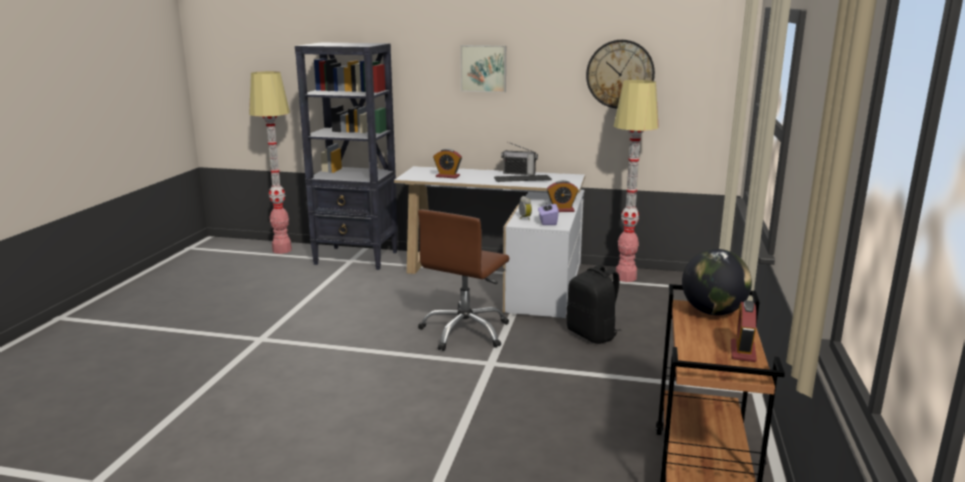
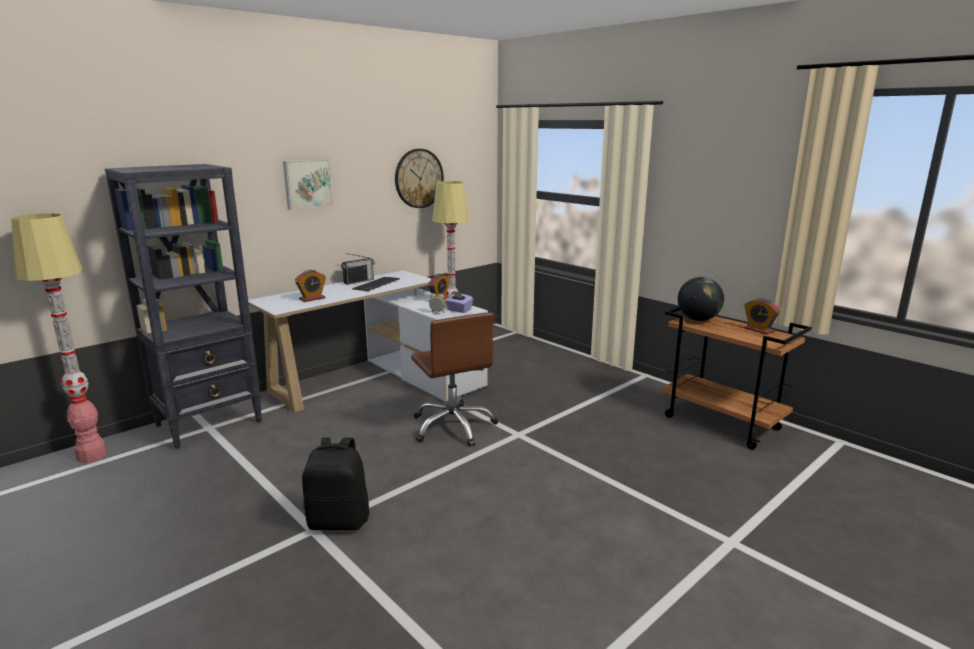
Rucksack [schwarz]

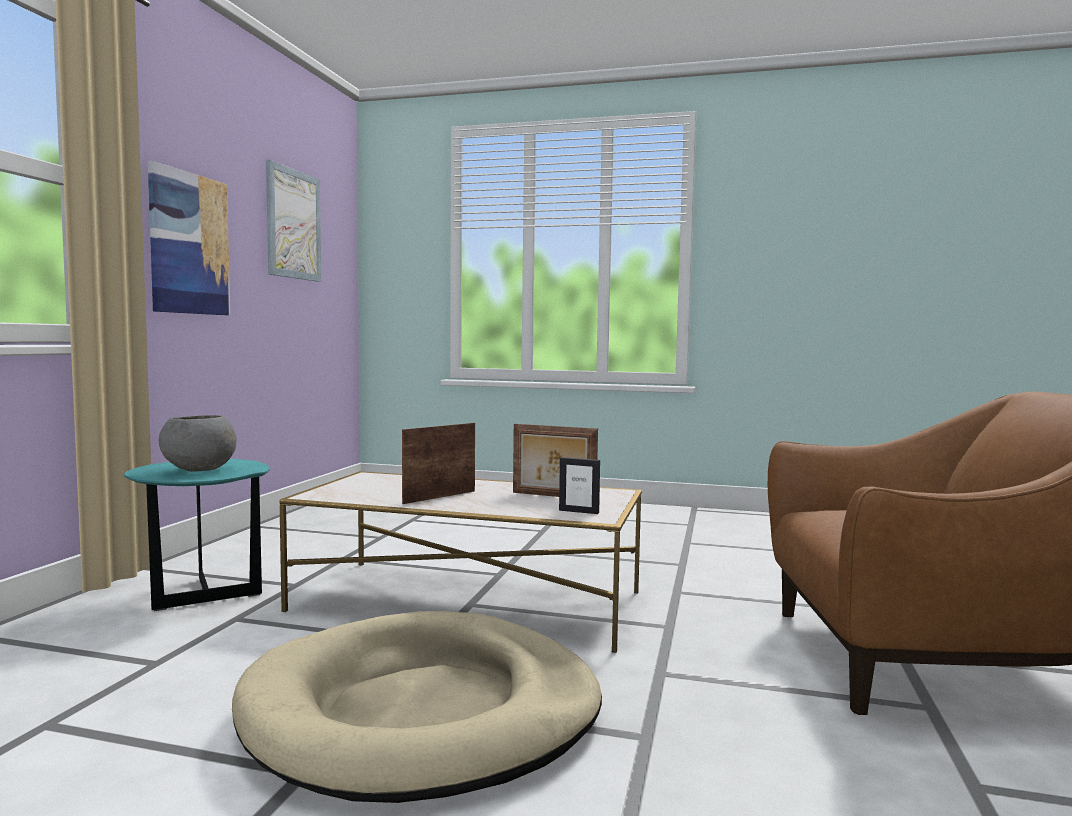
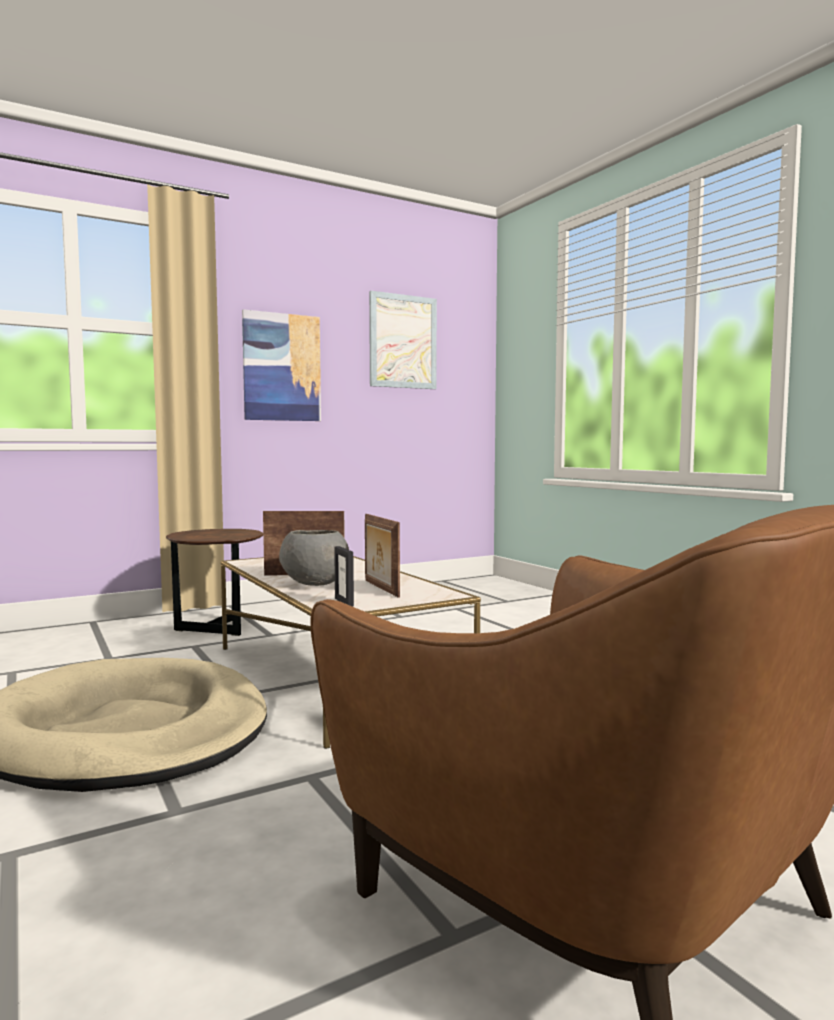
Schüssel [grau]
Beistelltisch [braun]

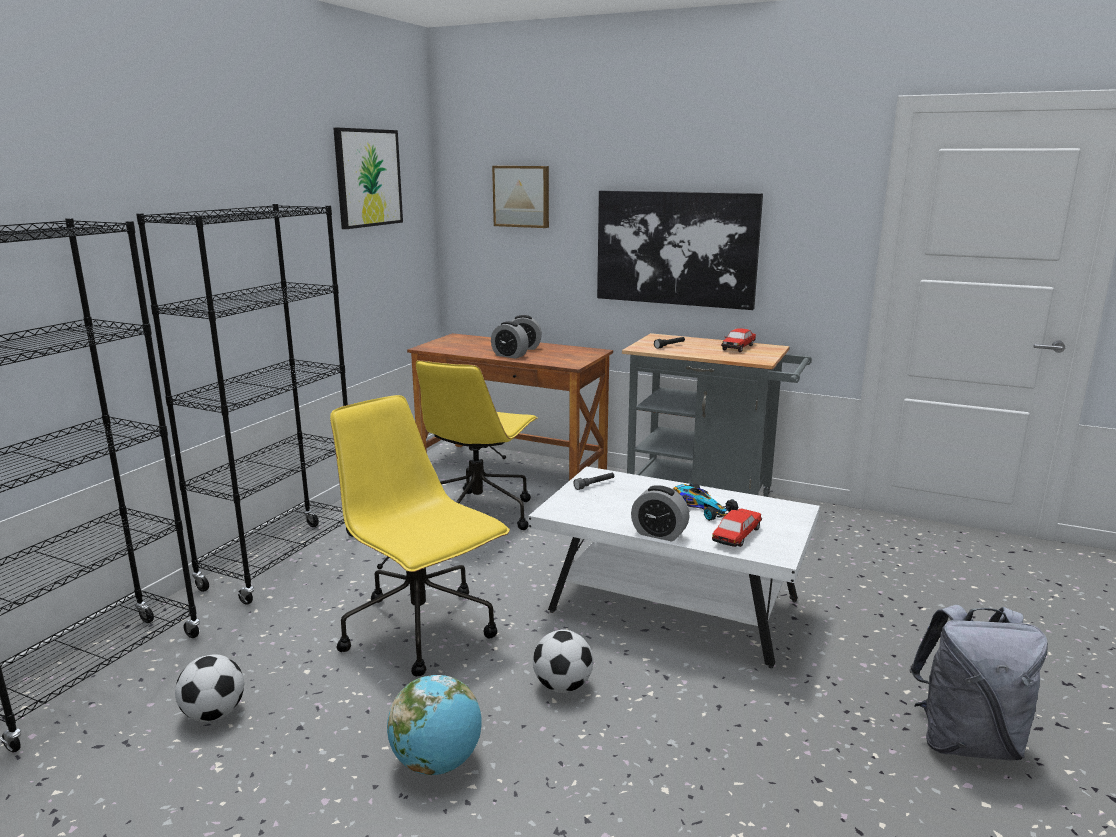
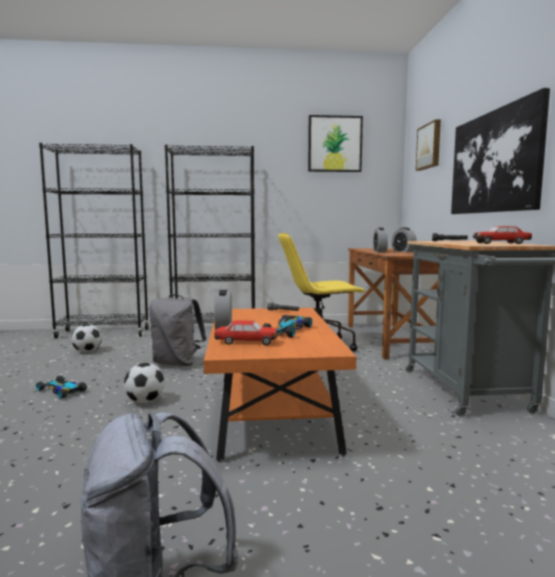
Rucksack [grau] (2nd from left)
Couchtisch [orange]
Spielzeugauto (1st from left)

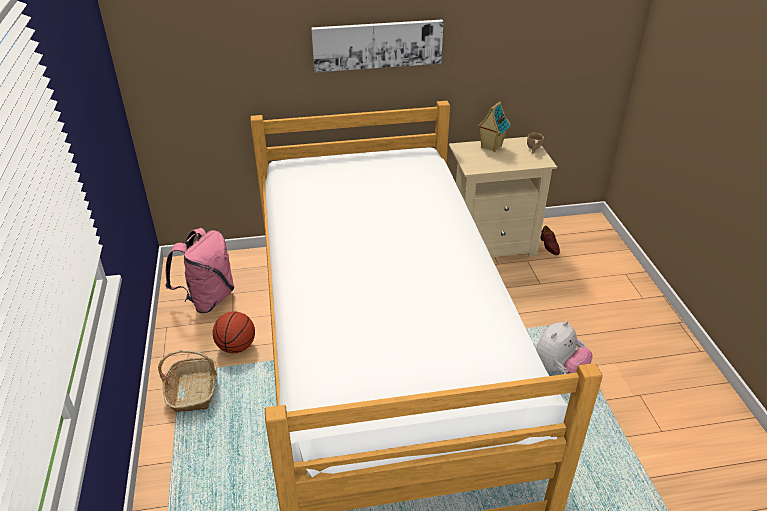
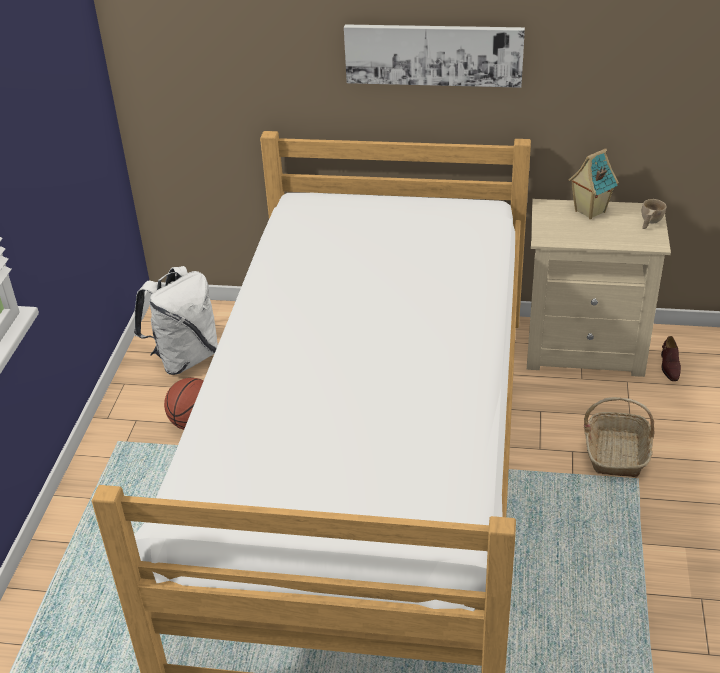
Rucksack [weiß]
Plüschtier
Korb

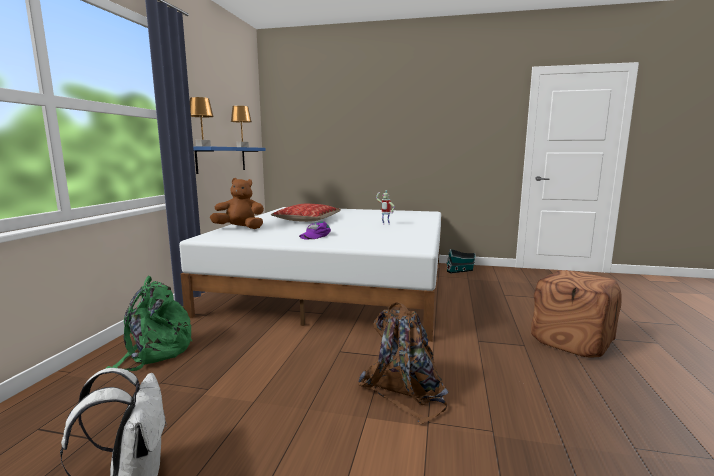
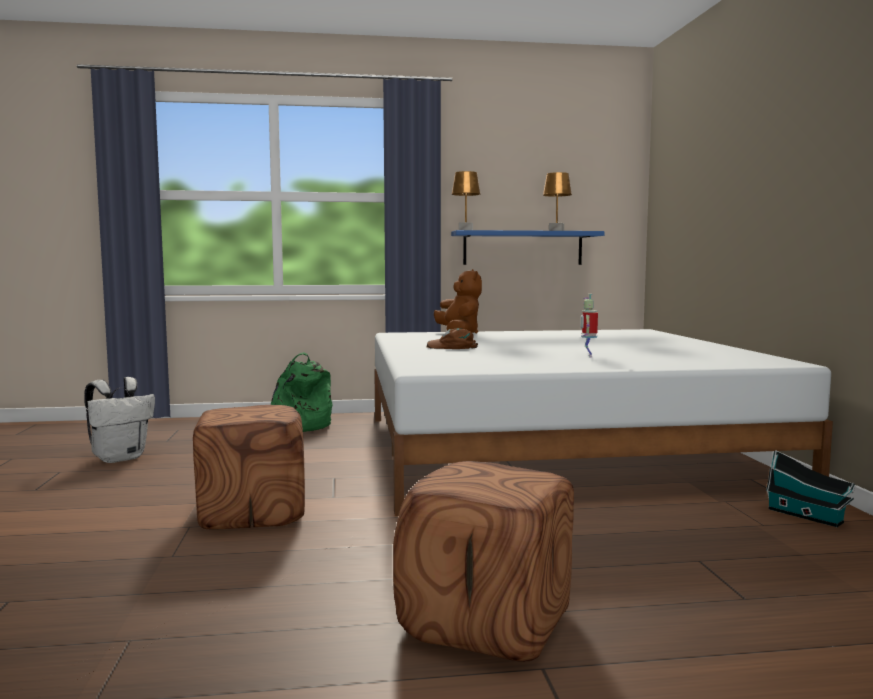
Kissen
Kappe [braun]
Polsterhocker [braun] (1st from left)

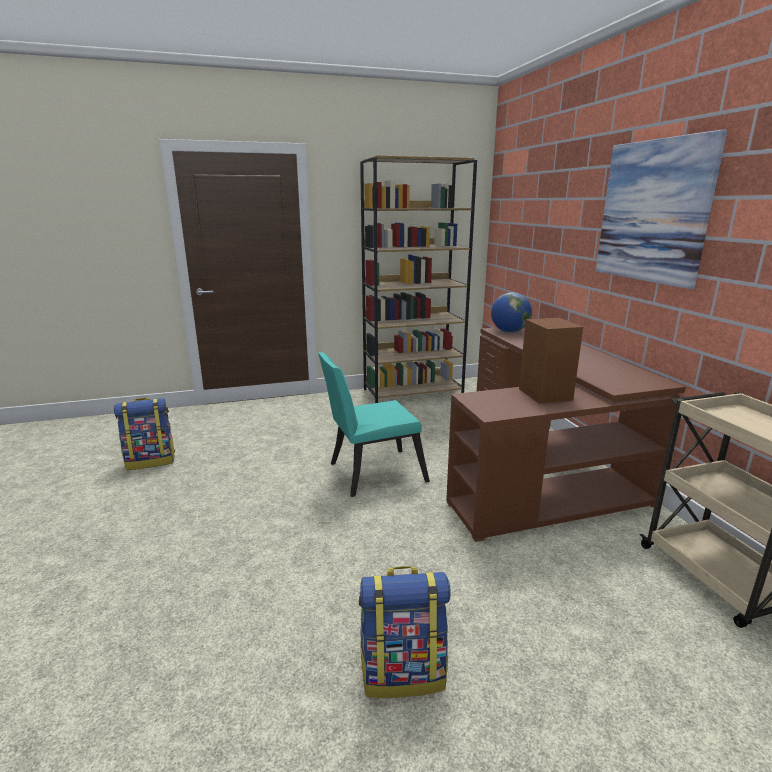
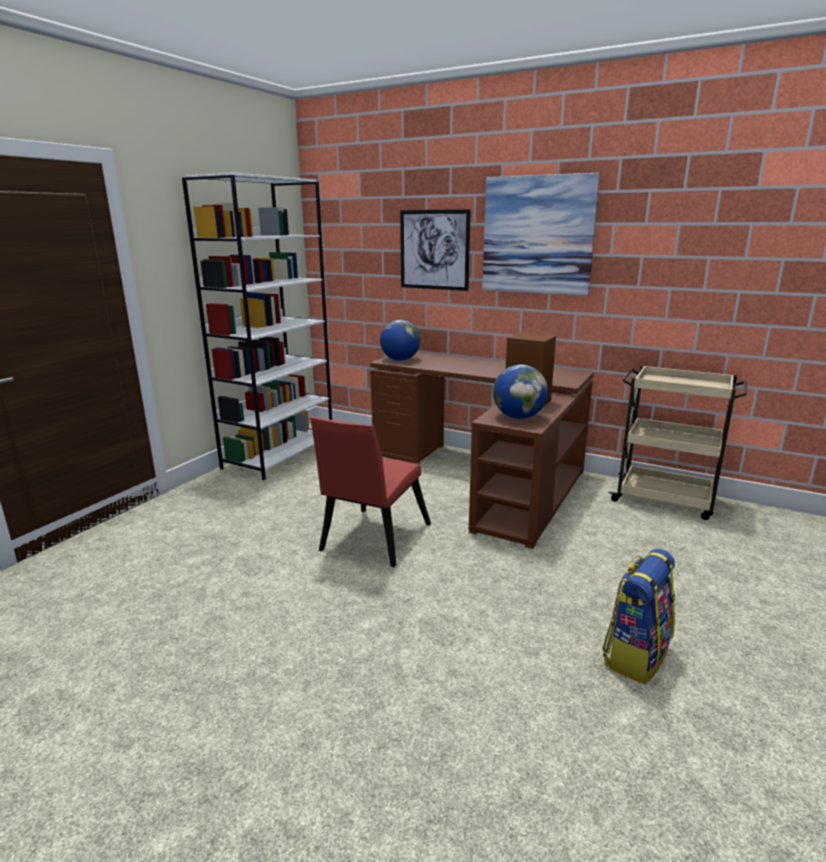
Bücherregal [weiß]
Stuhl [rot]
Rucksack (1st from left in the first image)
Bild (1st from left)
Globus (2nd from left)

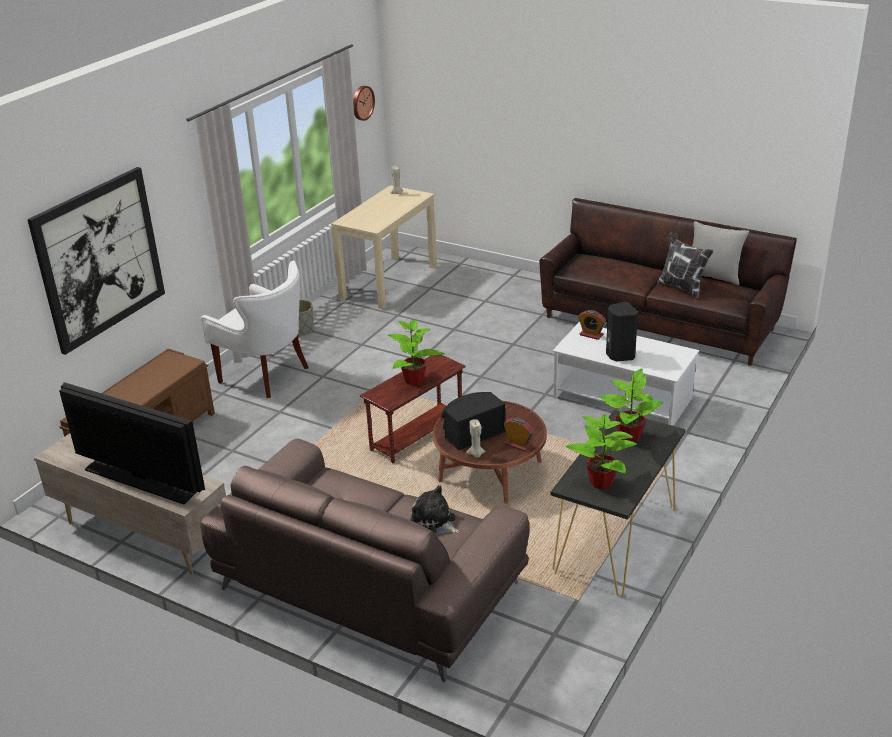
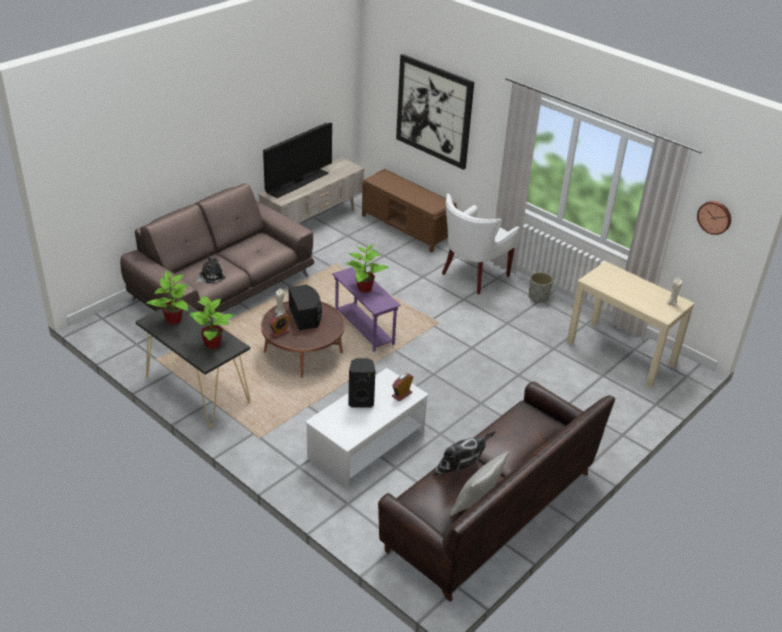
Beistelltisch [lila]

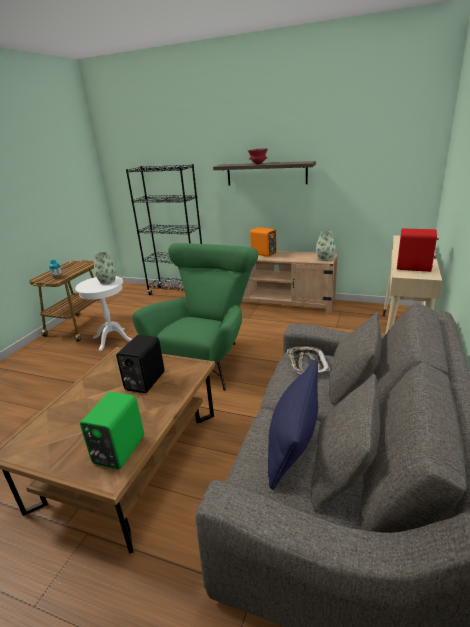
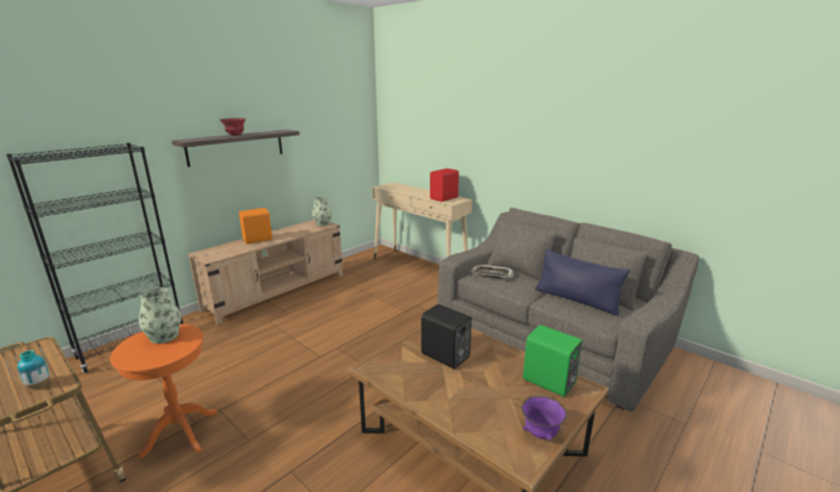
Sessel [grün]
Beistelltisch [orange]
Schüssel [lila]

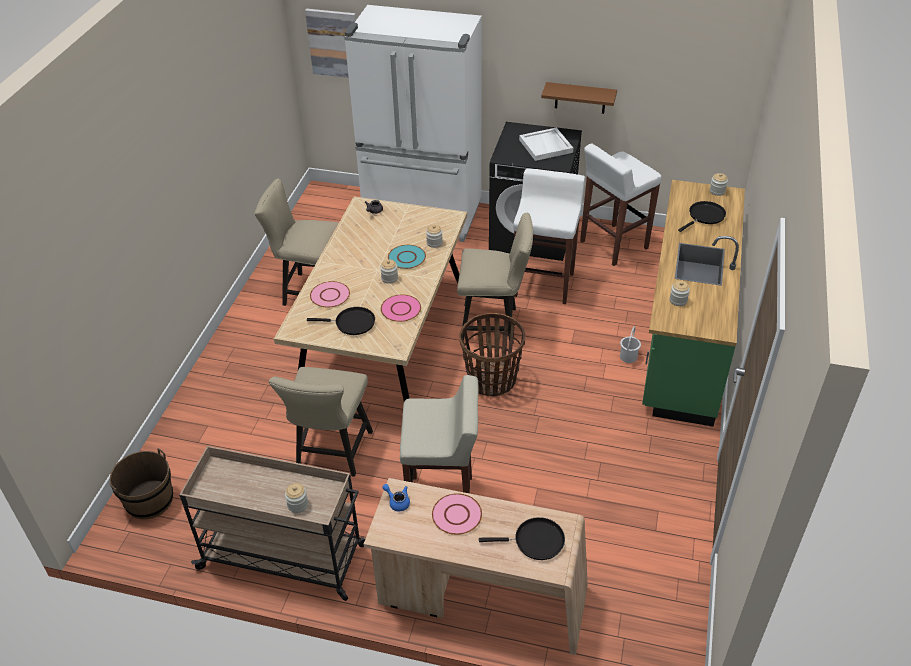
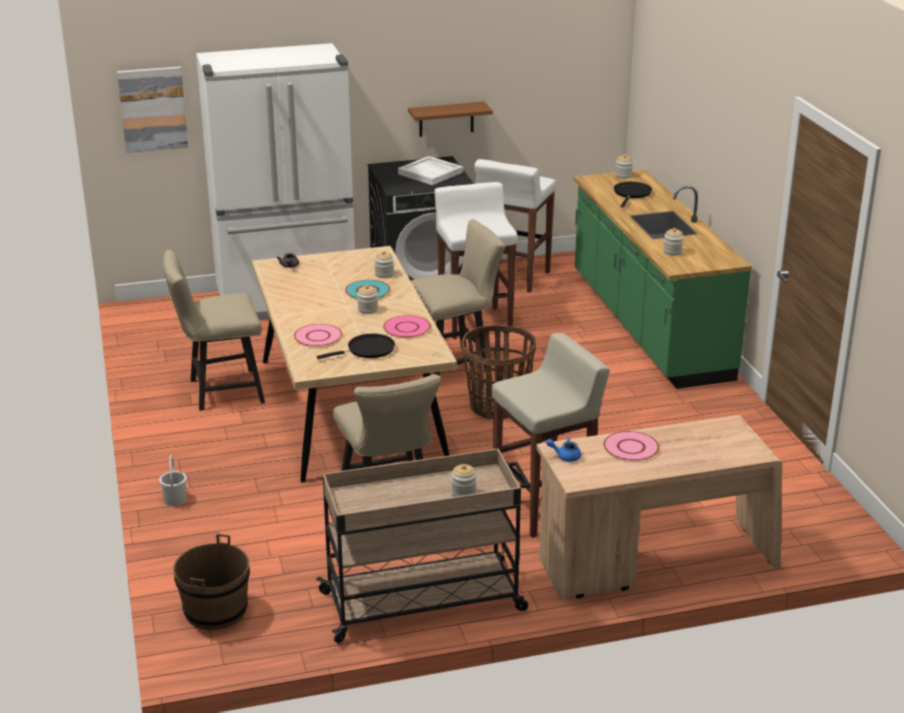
Eimer [weiß]
Pfanne [schwarz] (2nd from left in the first image)

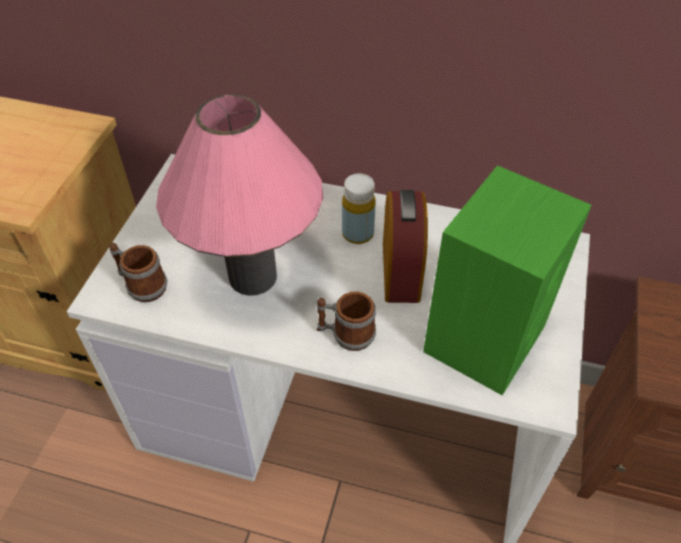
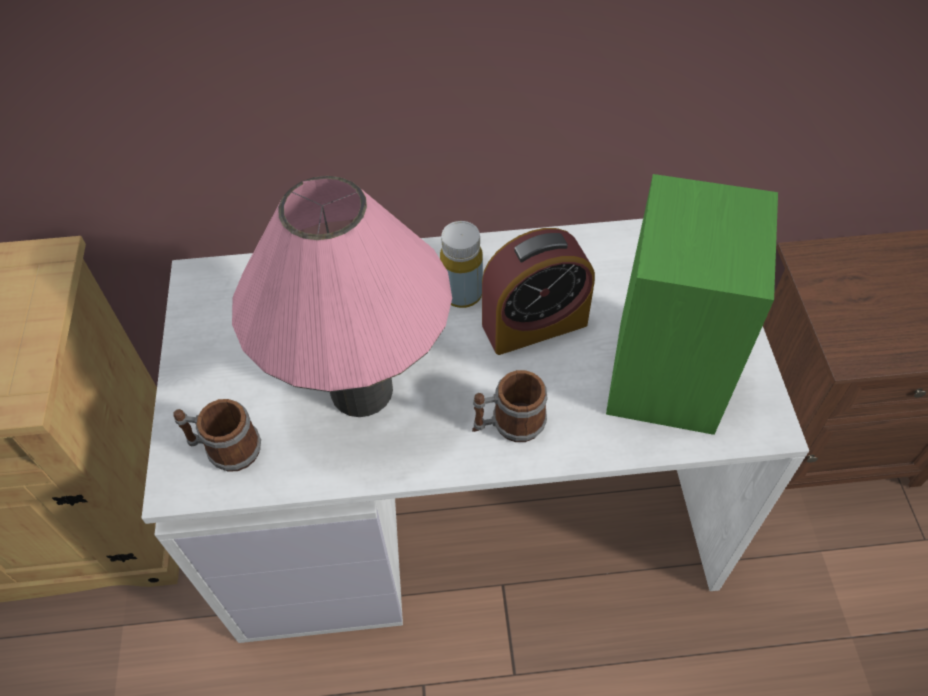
Wecker

